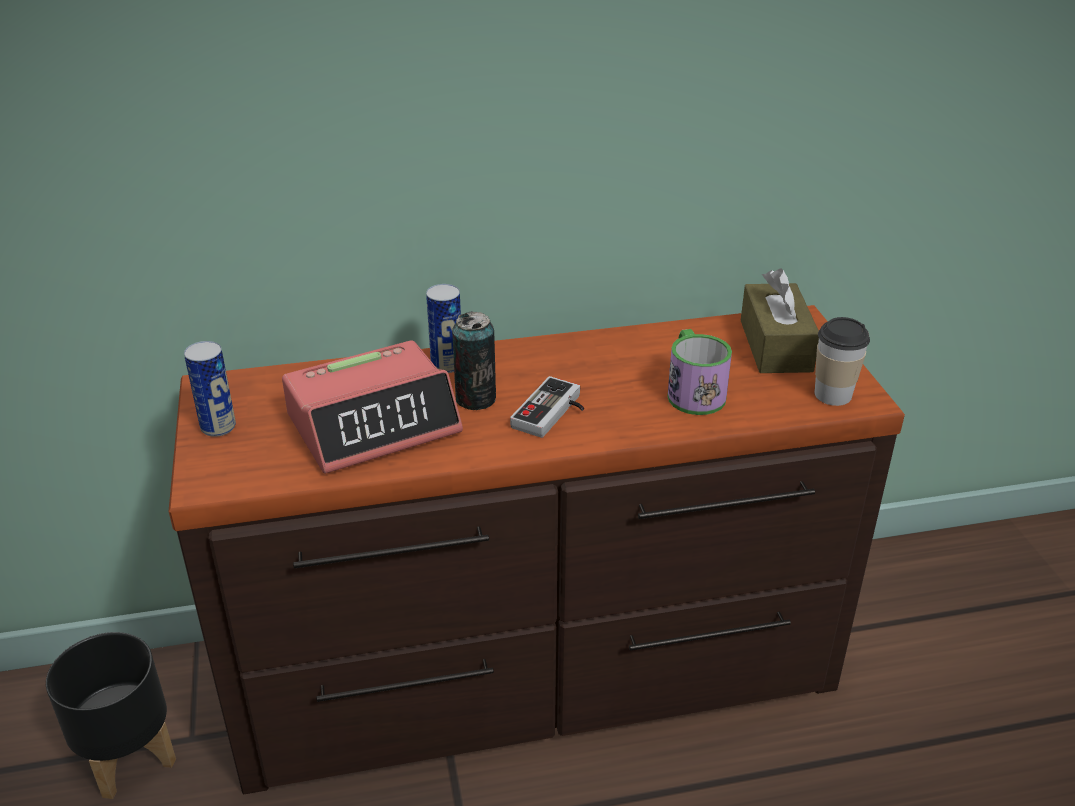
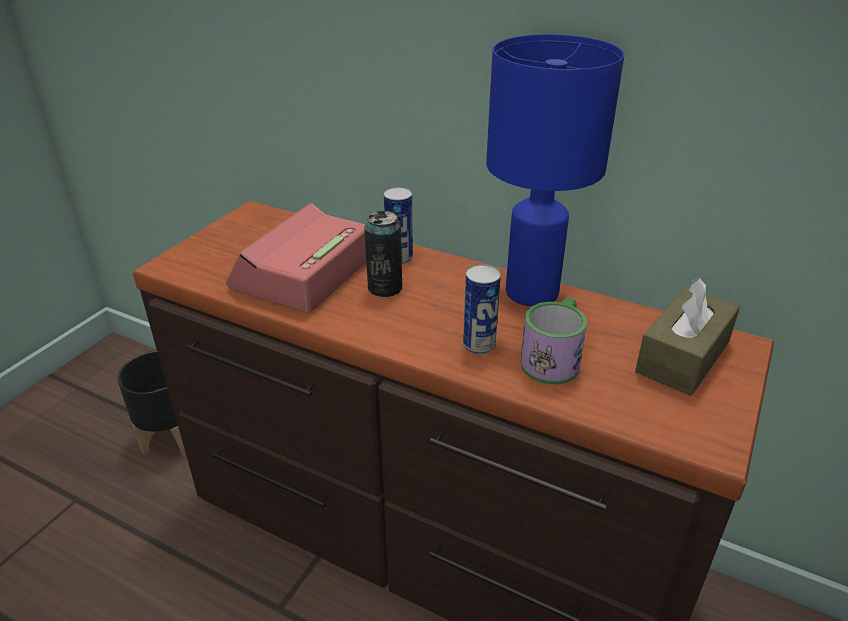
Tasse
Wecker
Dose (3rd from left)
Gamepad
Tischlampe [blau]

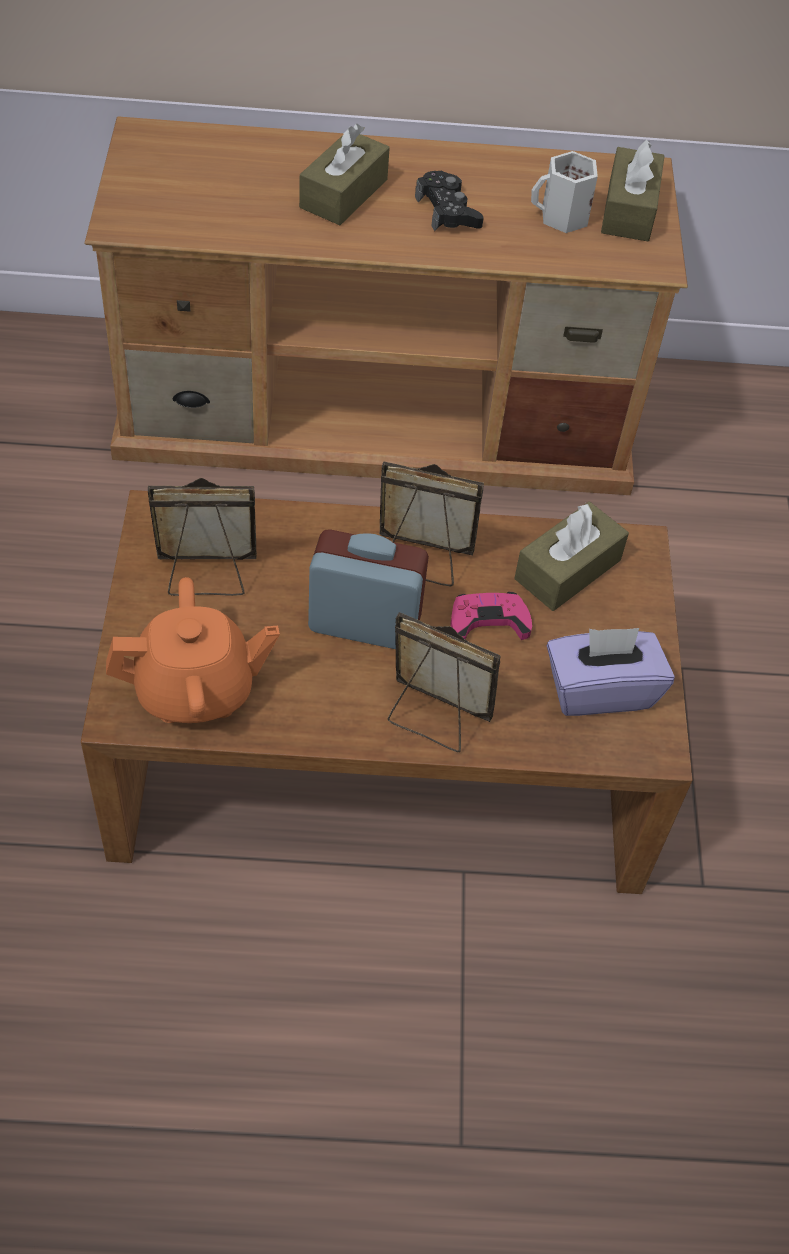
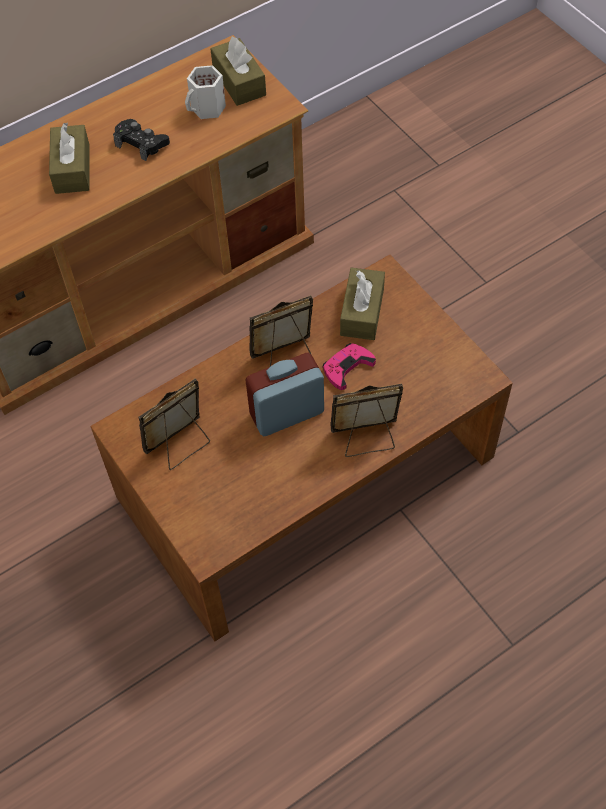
Teekanne [orange]
Taschentuchbox [lila]

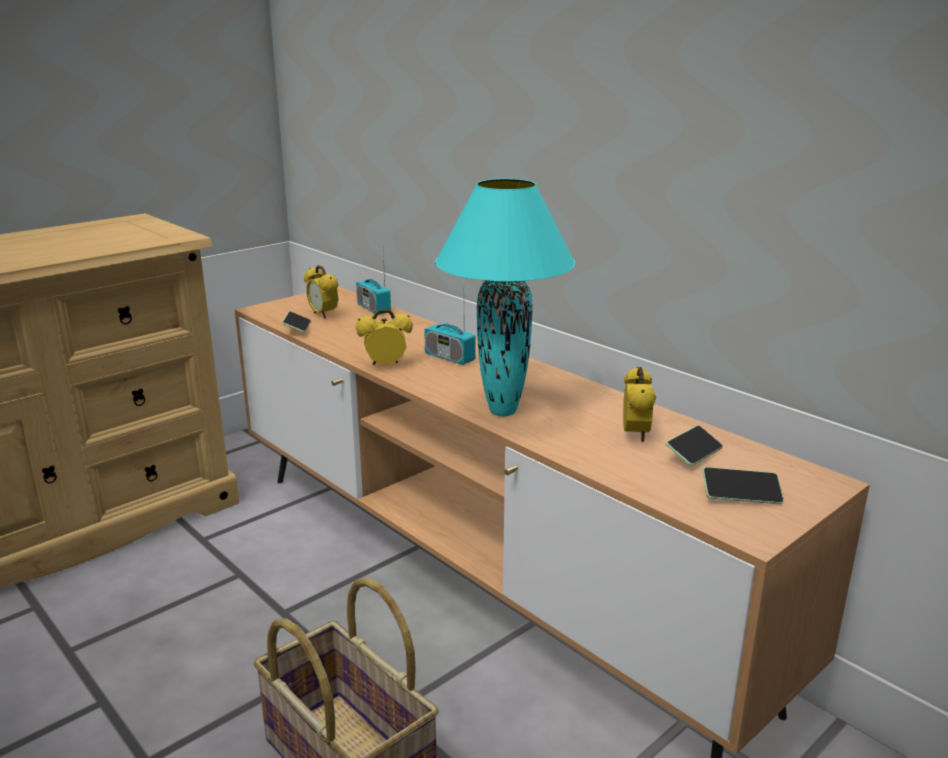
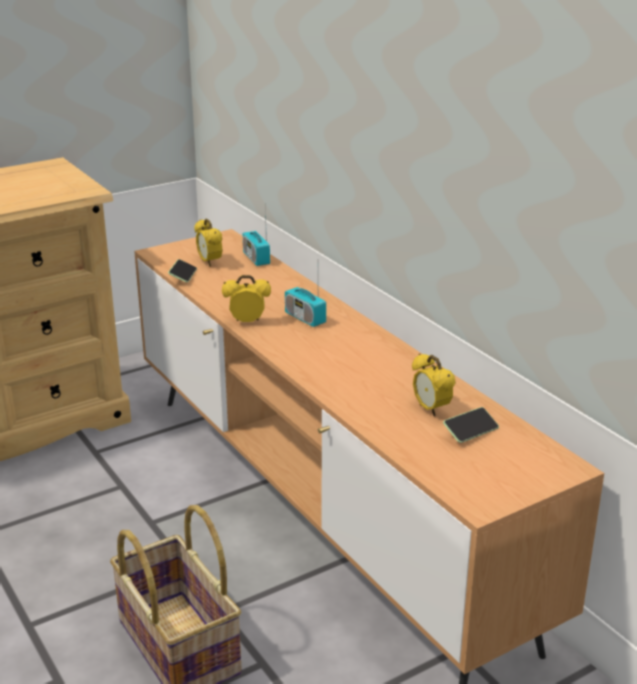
Tischlampe [türkis]
Wecker (3rd from left)
Handy (3rd from left in the first image)

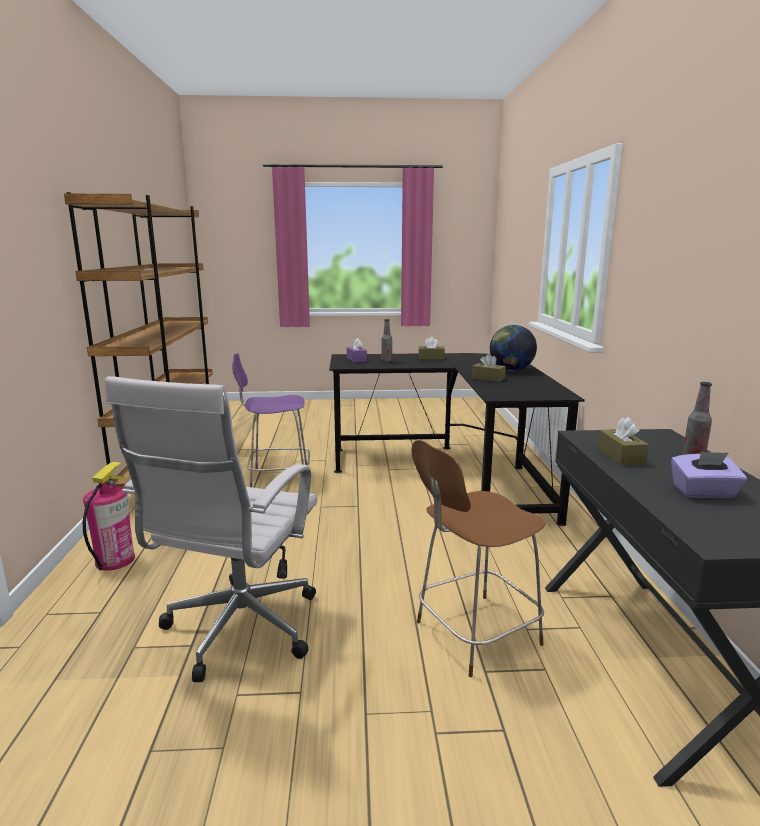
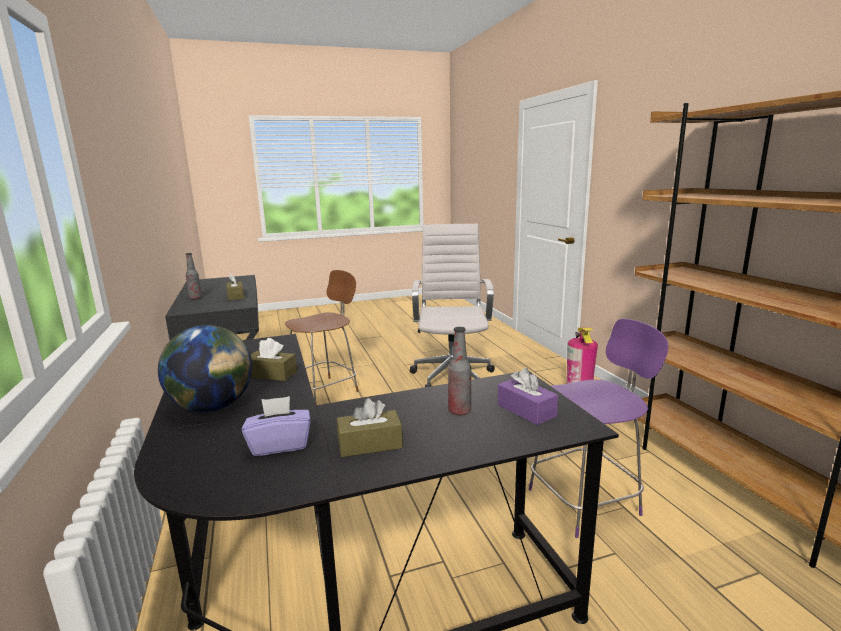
Taschentuchbox [lila] (1st from left)

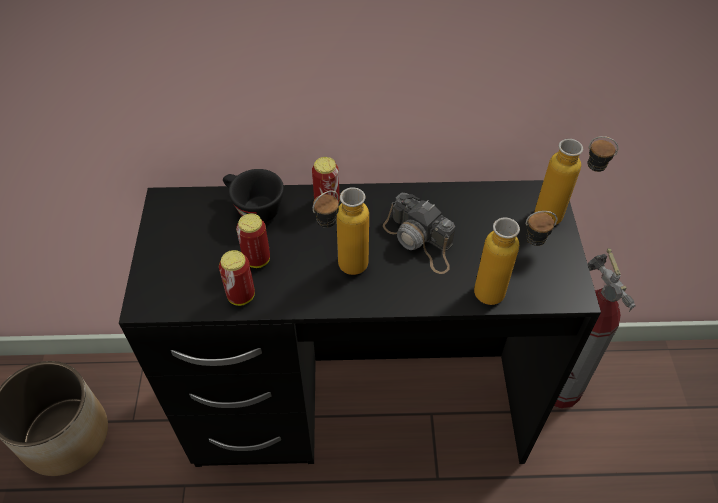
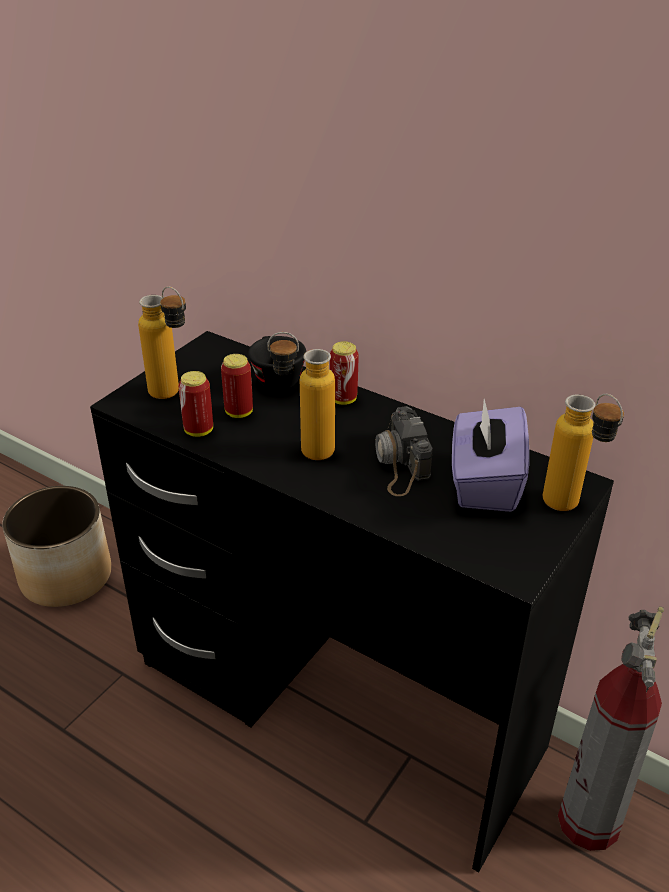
Flasche (1st from left)
Taschentuchbox [lila]

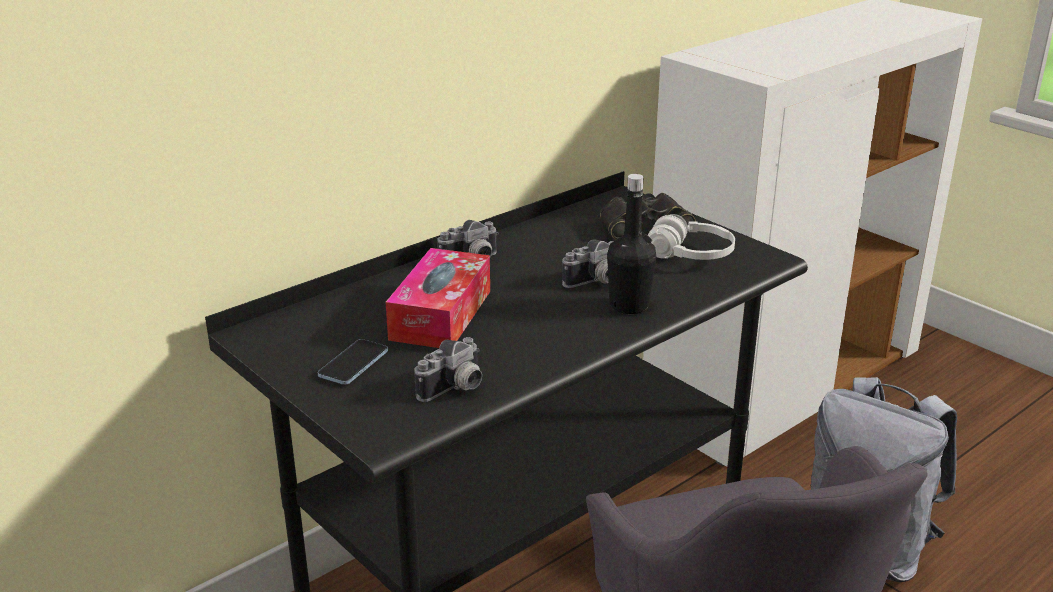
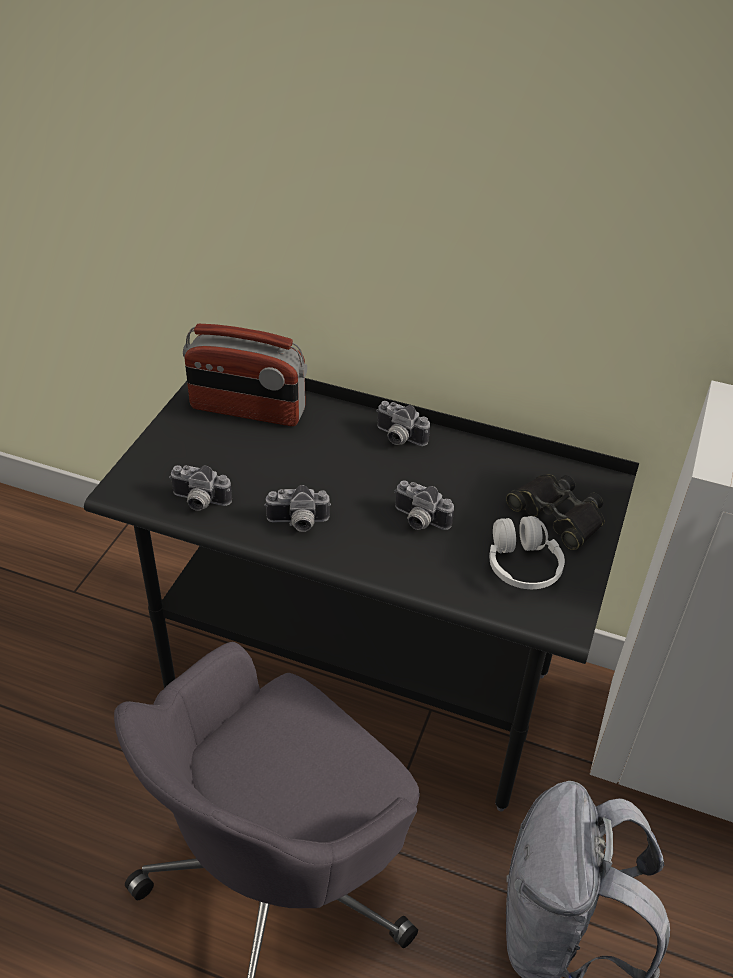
Flasche [schwarz]
Taschentuchbox
Handy
Radio
Kamera (2nd from left)

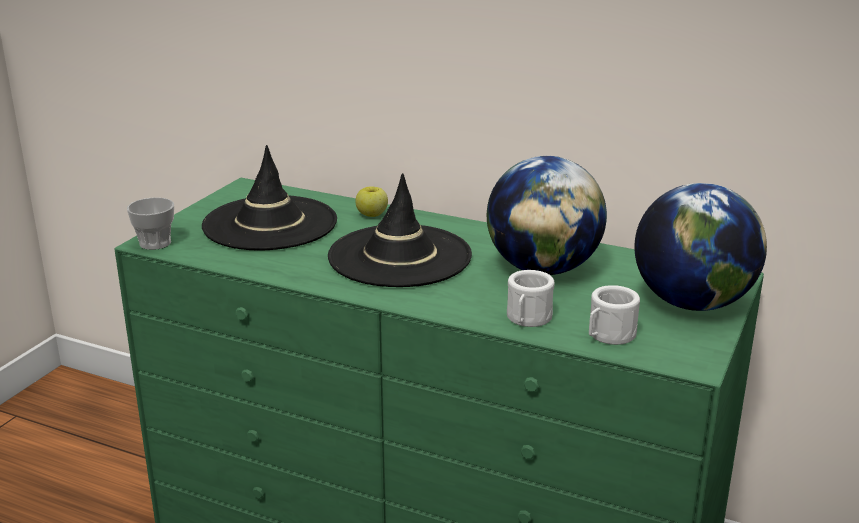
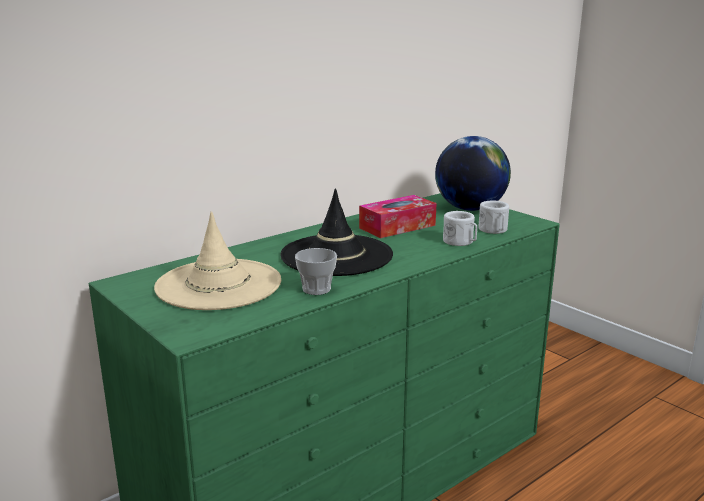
Hut [beige]
Taschentuchbox
Apfel
Tasse

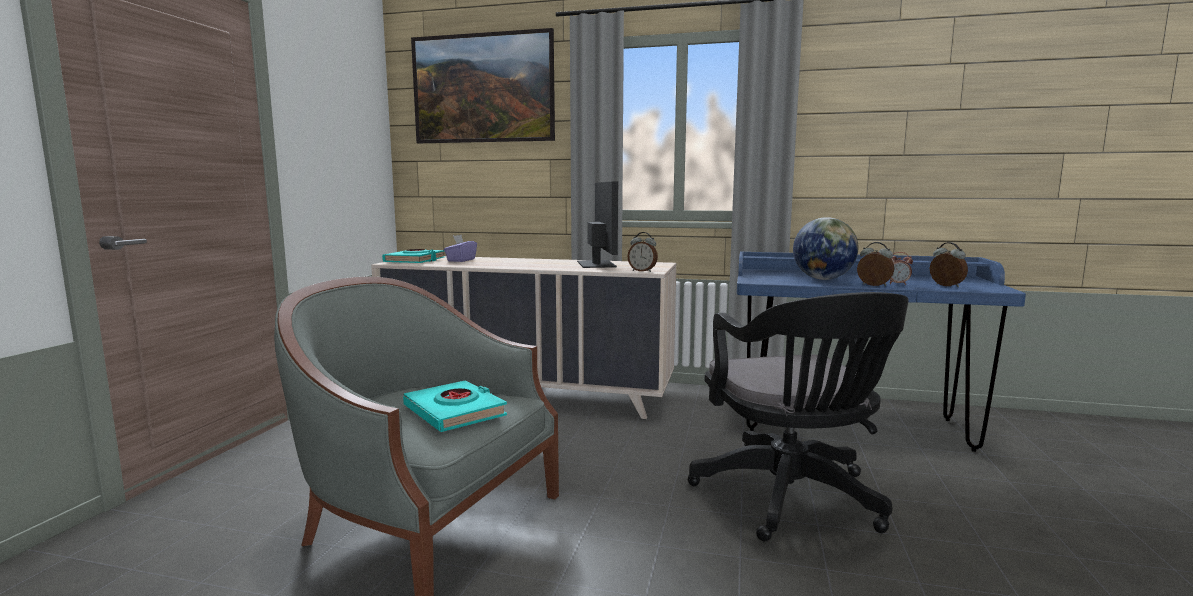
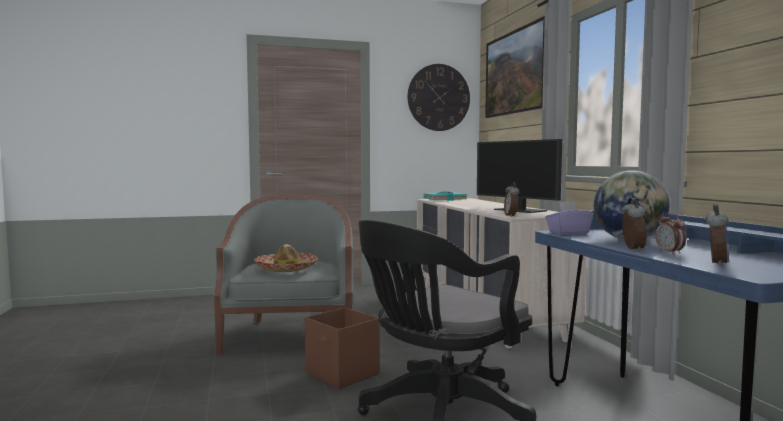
Monitor
Taschentuchbox [lila]
Hut
Wanduhr
Aufbewahrungsbox [braun]

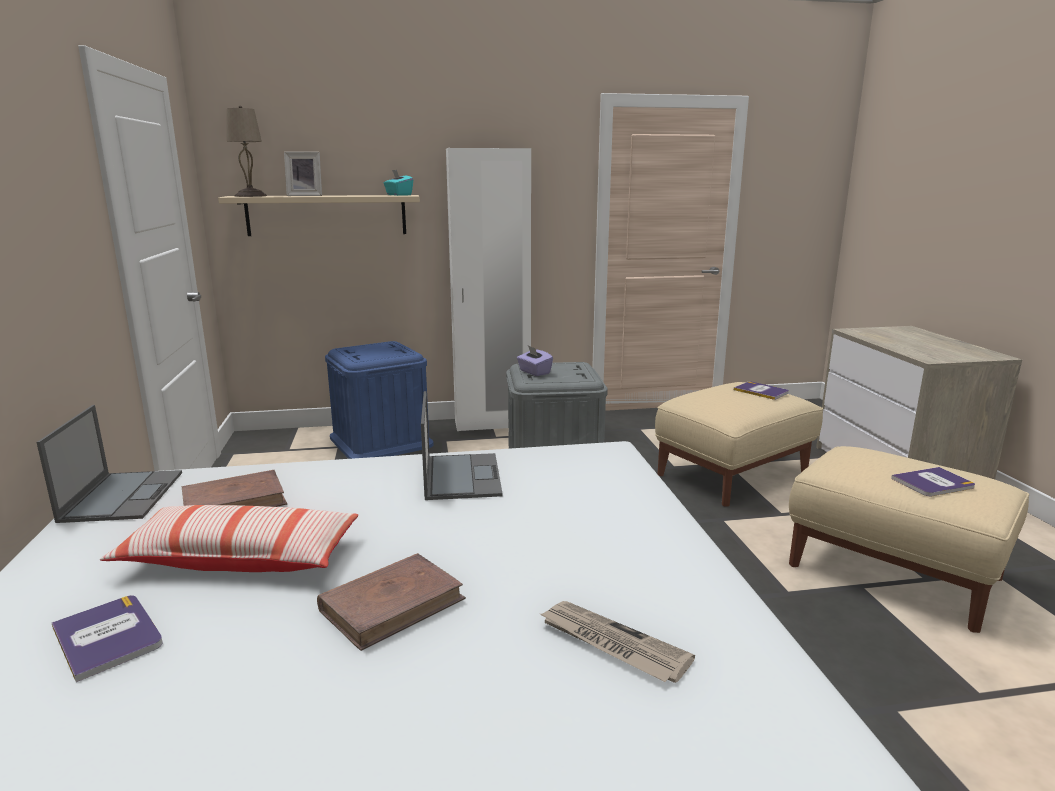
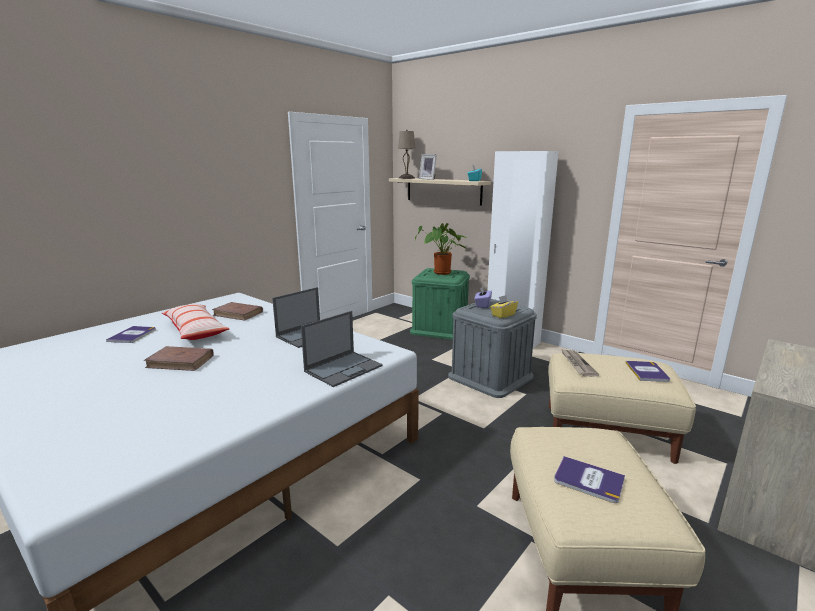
Aufbewahrungsbox [grün]
Laptop (2nd from left)
Zeitung
Topfpflanze
Taschentuchbox [gelb]

